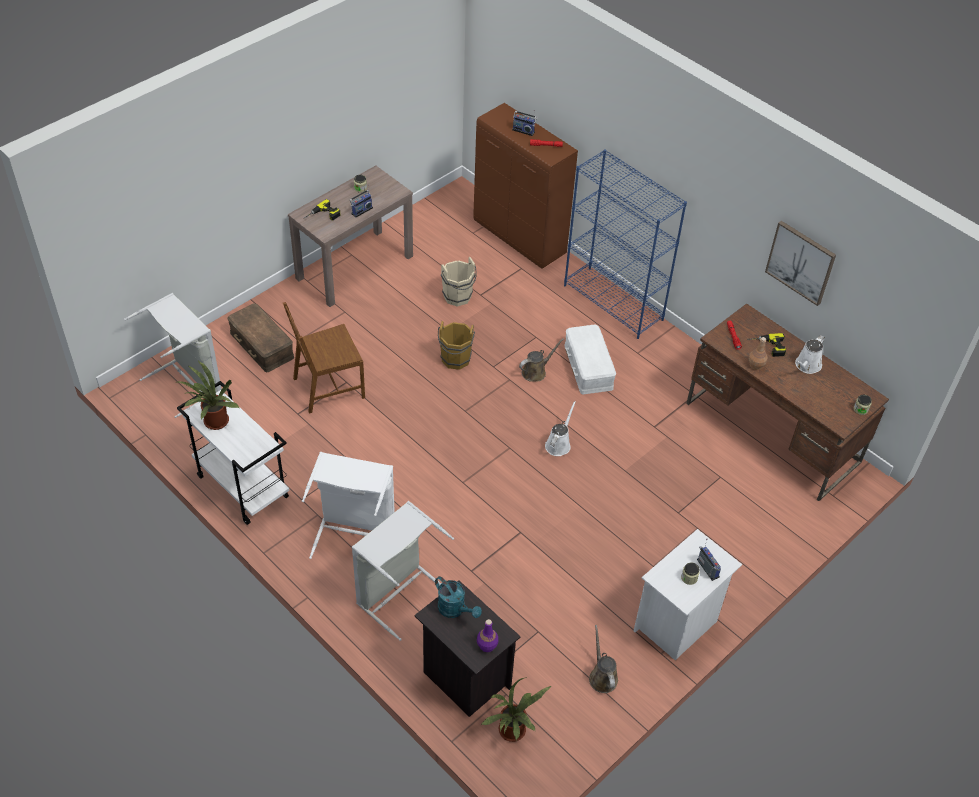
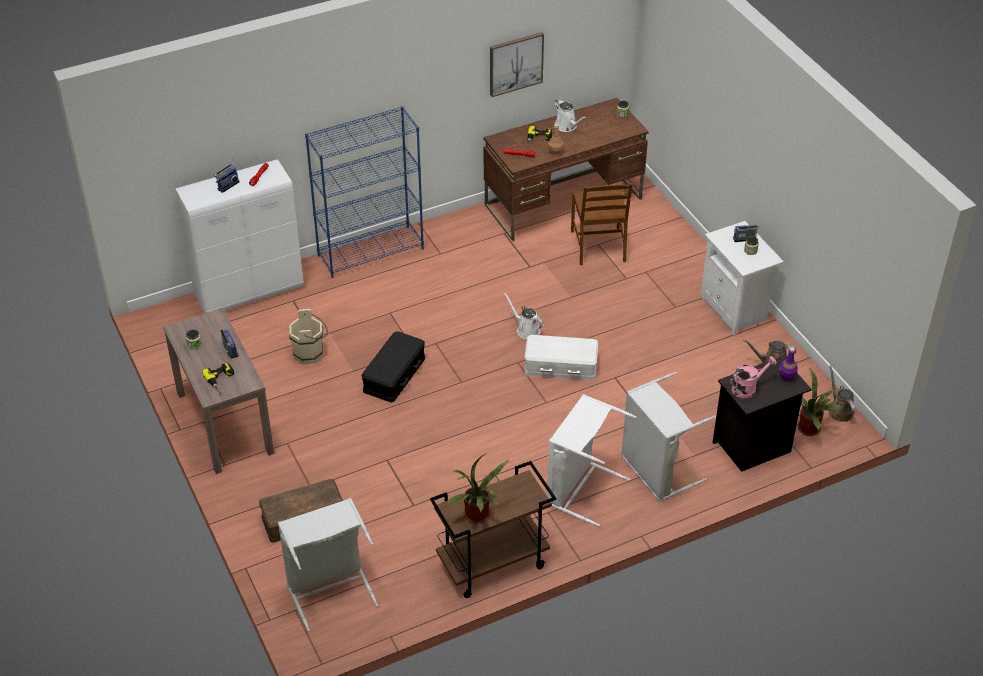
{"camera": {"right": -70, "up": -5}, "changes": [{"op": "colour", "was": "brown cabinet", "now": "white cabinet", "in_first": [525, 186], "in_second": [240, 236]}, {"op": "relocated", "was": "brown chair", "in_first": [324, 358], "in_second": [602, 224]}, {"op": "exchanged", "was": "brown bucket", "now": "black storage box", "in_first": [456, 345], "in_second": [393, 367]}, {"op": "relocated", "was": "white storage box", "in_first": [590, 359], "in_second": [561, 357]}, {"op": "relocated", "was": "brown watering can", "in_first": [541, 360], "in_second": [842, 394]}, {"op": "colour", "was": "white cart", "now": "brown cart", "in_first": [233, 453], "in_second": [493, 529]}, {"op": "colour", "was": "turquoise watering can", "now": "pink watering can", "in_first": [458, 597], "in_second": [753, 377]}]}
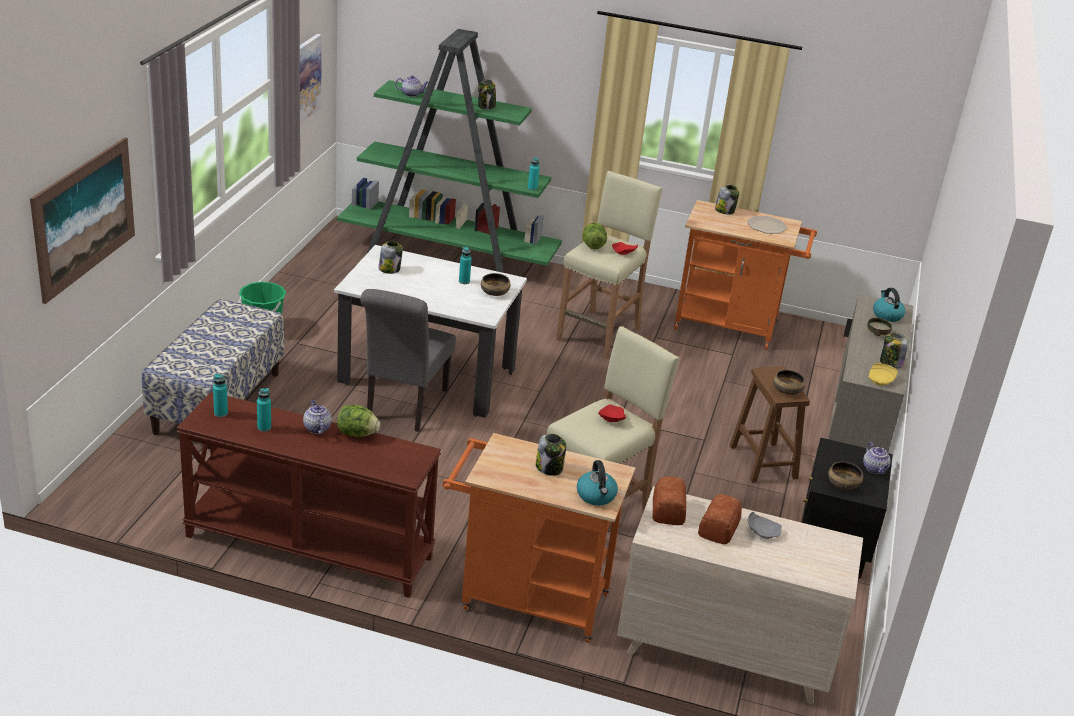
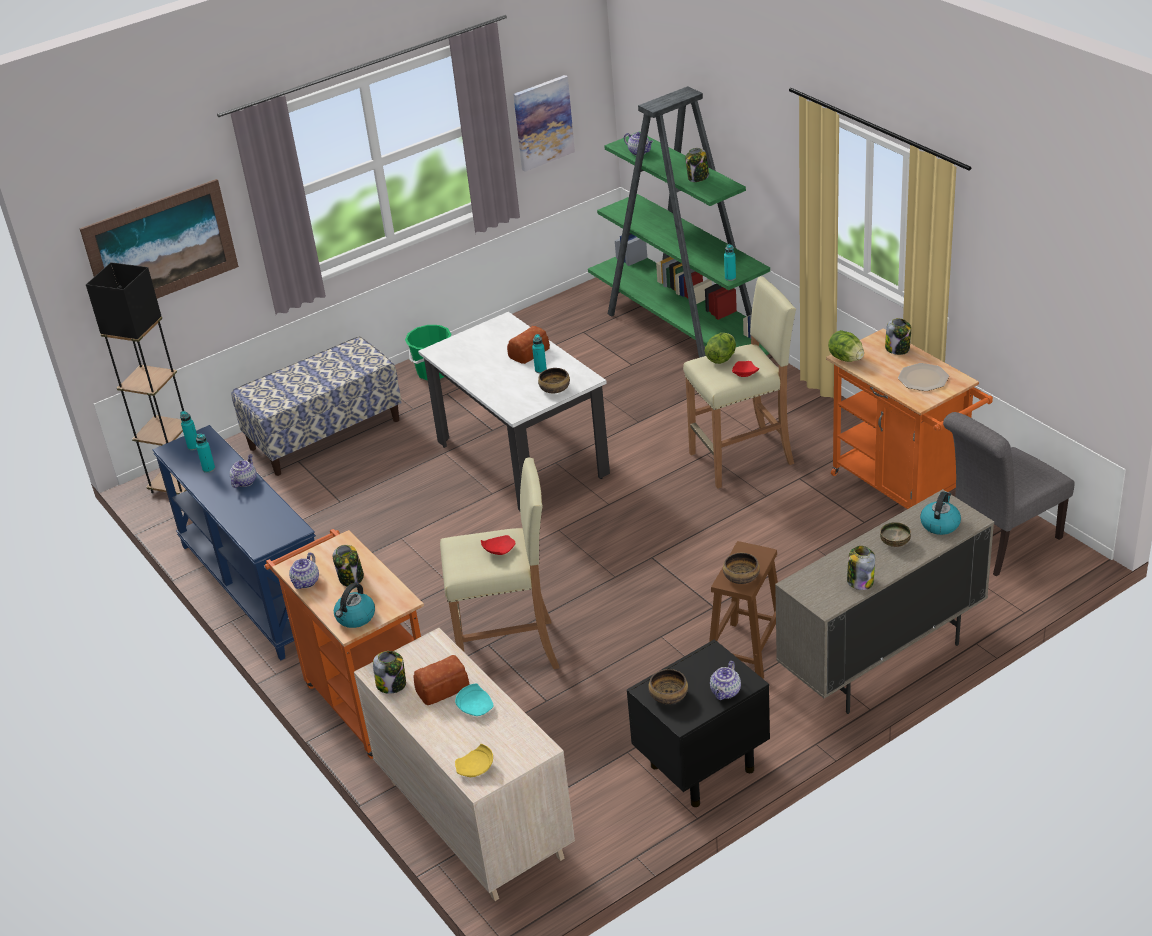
{"camera": {"right": 45, "up": 5}, "changes": [{"op": "relocated", "was": "jar", "in_first": [391, 257], "in_second": [389, 672]}, {"op": "relocated", "was": "grey chair", "in_first": [408, 360], "in_second": [1009, 494]}, {"op": "relocated", "was": "yellow plate", "in_first": [883, 374], "in_second": [474, 760]}, {"op": "colour", "was": "brown console table", "now": "blue console table", "in_first": [309, 495], "in_second": [234, 542]}, {"op": "relocated", "was": "lettuce", "in_first": [358, 421], "in_second": [846, 346]}, {"op": "relocated", "was": "bread", "in_first": [669, 500], "in_second": [528, 345]}, {"op": "colour", "was": "grey plate", "now": "turquoise plate", "in_first": [765, 525], "in_second": [474, 699]}, {"op": "appeared", "now": "black floor lamp", "in_second": [136, 378]}, {"op": "appeared", "now": "teapot", "in_second": [304, 571]}]}
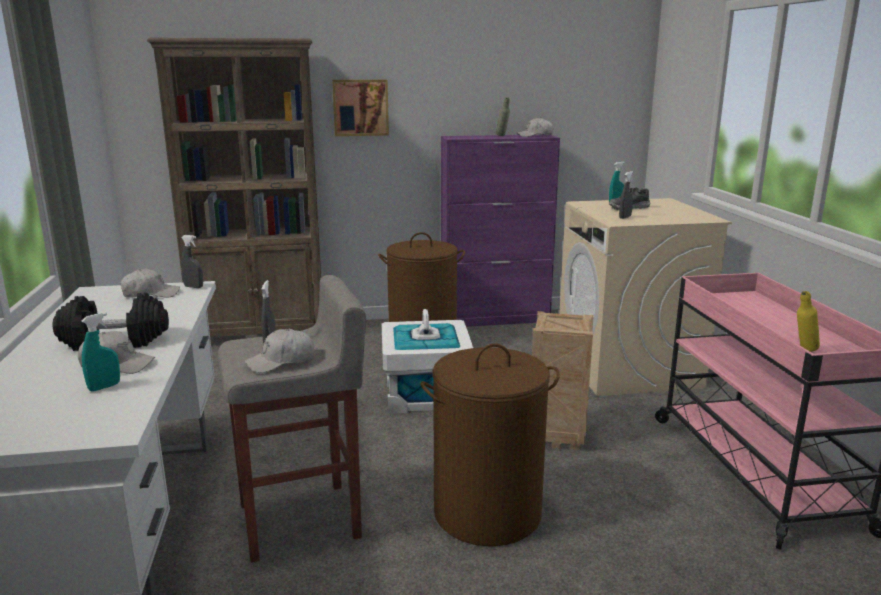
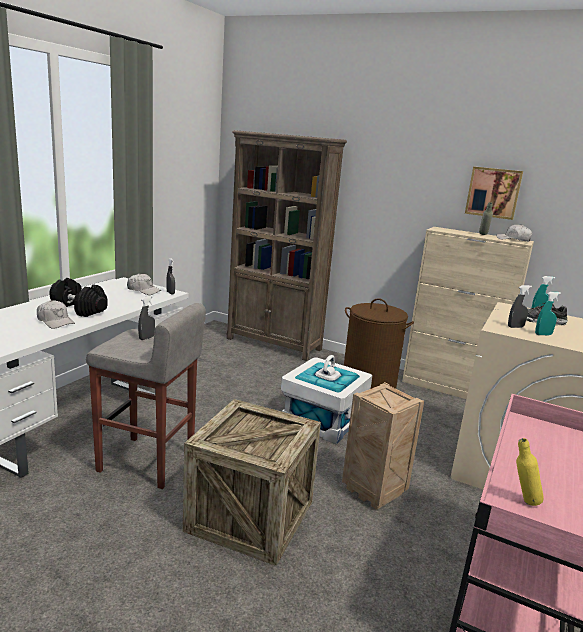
{"camera": {"right": 35, "up": 0}, "changes": [{"op": "relocated", "was": "picture", "in_first": [360, 107], "in_second": [494, 193]}, {"op": "colour", "was": "purple cabinet", "now": "beige cabinet", "in_first": [500, 230], "in_second": [468, 313]}, {"op": "relocated", "was": "turquoise spray bottle", "in_first": [101, 352], "in_second": [548, 313]}, {"op": "missing", "was": "white cap", "in_first": [279, 351]}, {"op": "exchanged", "was": "brown laundry basket", "now": "crate", "in_first": [490, 445], "in_second": [252, 482]}]}
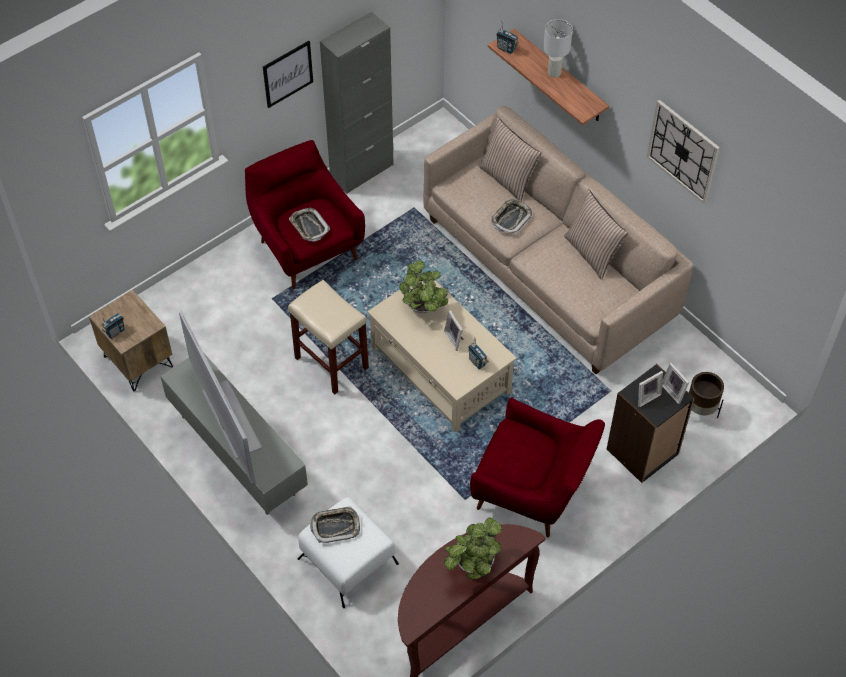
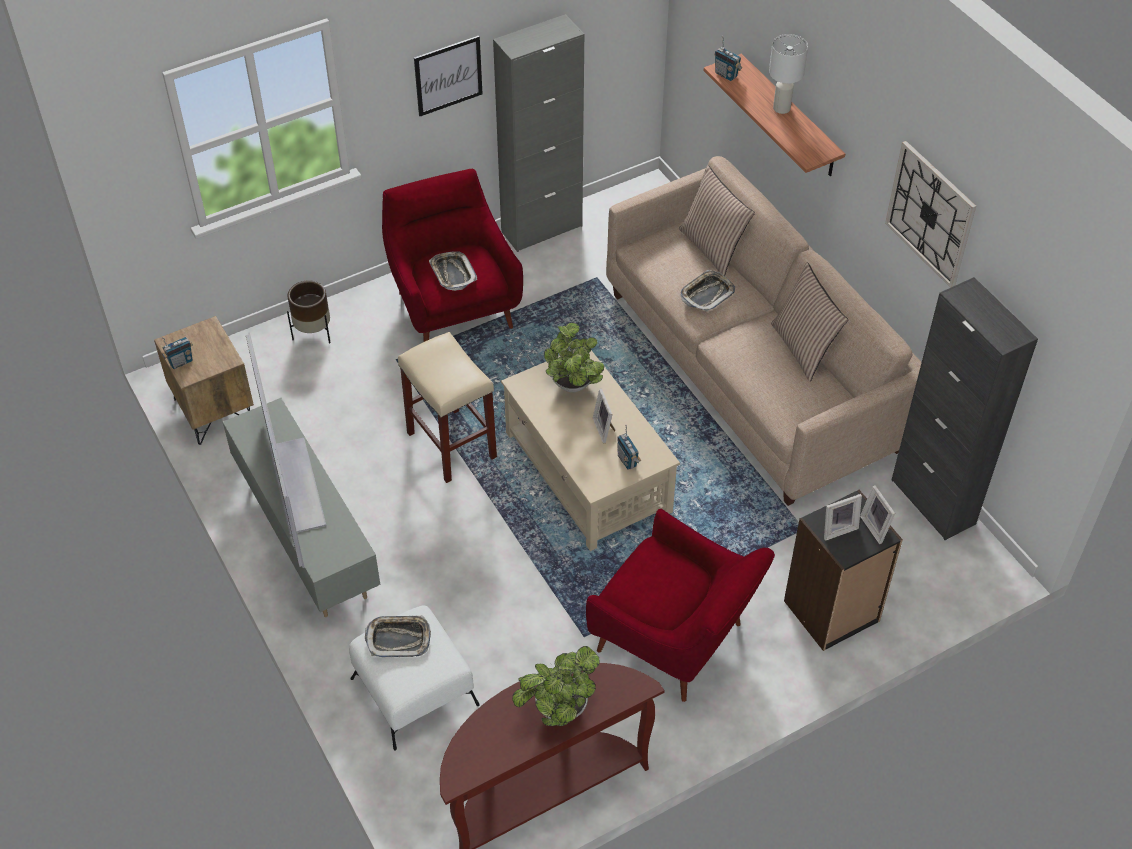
{"camera": {"right": 10, "up": -5}, "changes": [{"op": "relocated", "was": "brown planter", "in_first": [706, 395], "in_second": [309, 311]}, {"op": "appeared", "now": "black cabinet", "in_second": [965, 408]}]}
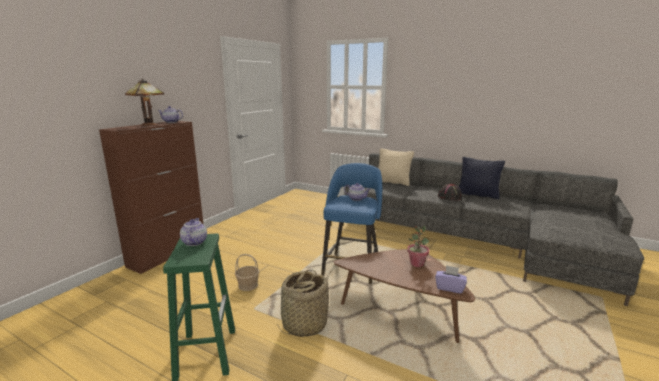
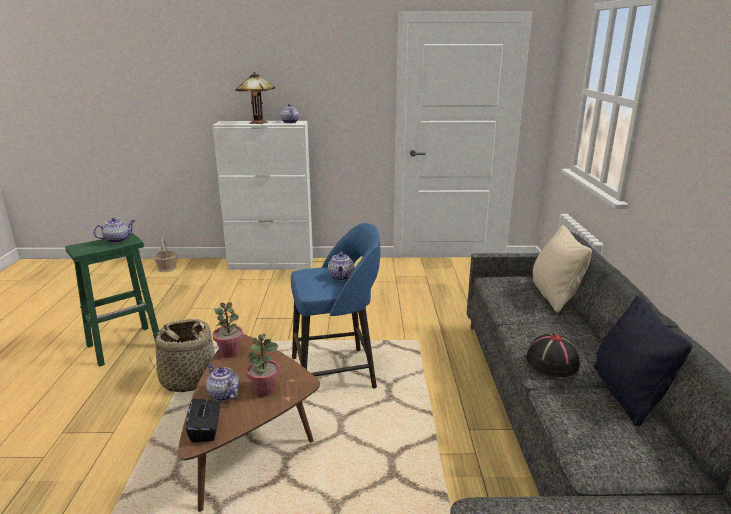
{"camera": {"right": 60, "up": 5}, "changes": [{"op": "colour", "was": "brown cabinet", "now": "white cabinet", "in_first": [151, 197], "in_second": [262, 195]}, {"op": "relocated", "was": "basket", "in_first": [247, 272], "in_second": [165, 254]}, {"op": "colour", "was": "purple tissue box", "now": "black tissue box", "in_first": [451, 279], "in_second": [203, 419]}, {"op": "appeared", "now": "potted plant", "in_second": [228, 330]}, {"op": "appeared", "now": "teapot", "in_second": [223, 382]}]}
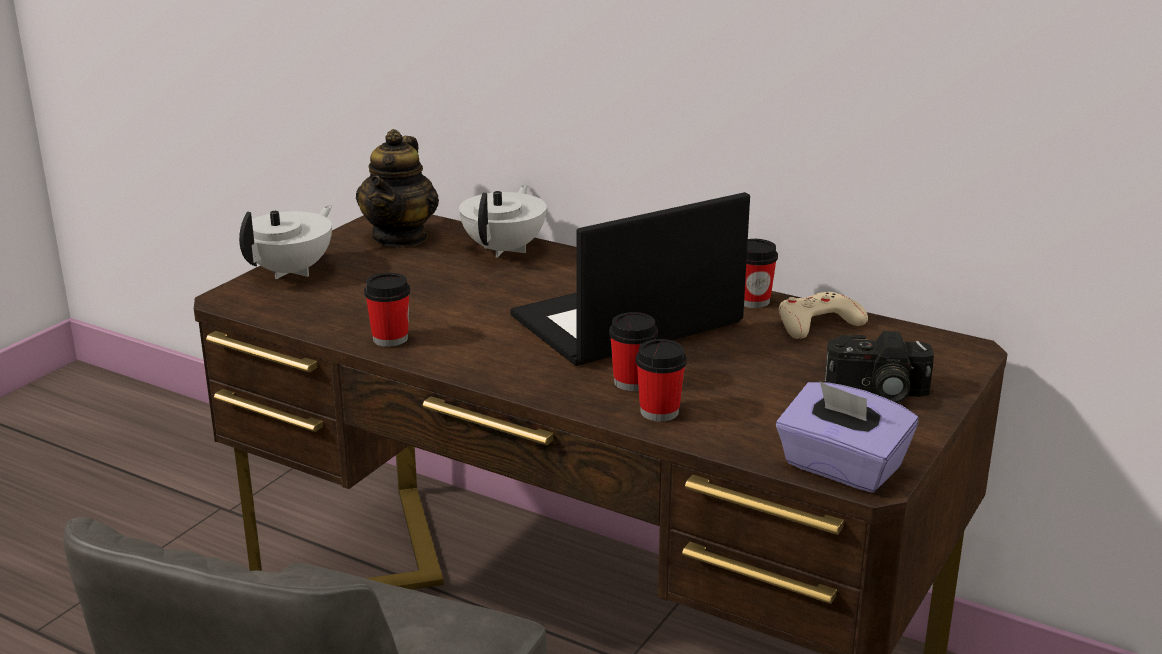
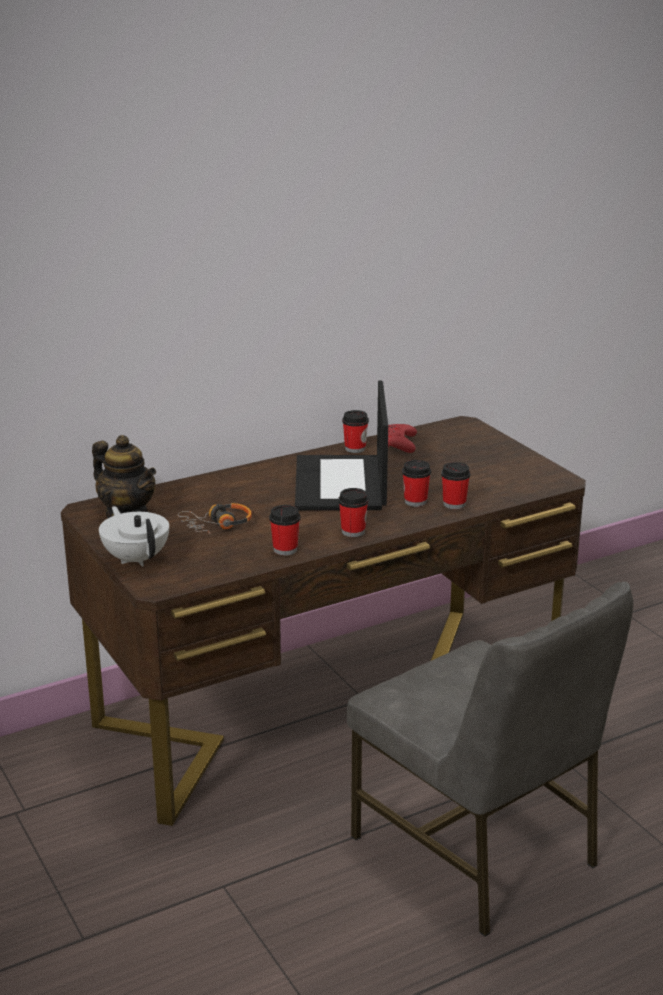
{"camera": {"right": -60, "up": 0}, "changes": [{"op": "missing", "was": "white teapot", "in_first": [503, 221]}, {"op": "colour", "was": "beige game controller", "now": "red game controller", "in_first": [823, 315], "in_second": [402, 438]}, {"op": "missing", "was": "photo camera", "in_first": [879, 367]}, {"op": "missing", "was": "purple tissue box", "in_first": [847, 437]}, {"op": "appeared", "now": "cup", "in_second": [353, 512]}, {"op": "appeared", "now": "headphones", "in_second": [215, 518]}]}
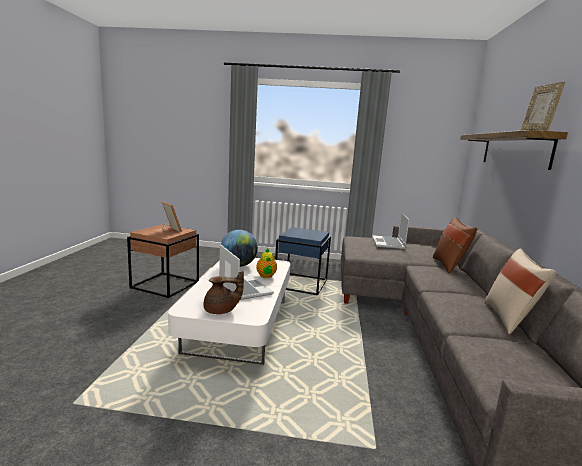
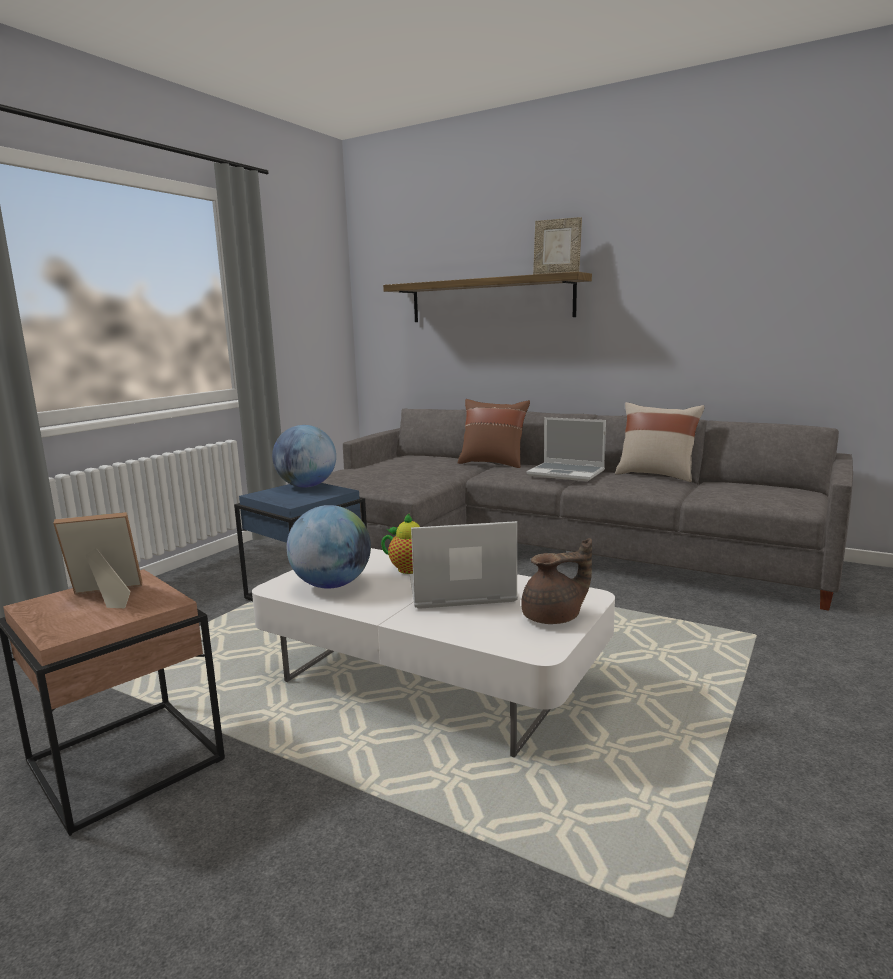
{"camera": {"right": -65, "up": 0}, "changes": [{"op": "relocated", "was": "laptop", "in_first": [390, 230], "in_second": [566, 449]}, {"op": "spun", "was": "brown teapot", "in_first": [224, 292], "in_second": [556, 581], "clockwise": 60}, {"op": "appeared", "now": "globe", "in_second": [304, 456]}]}
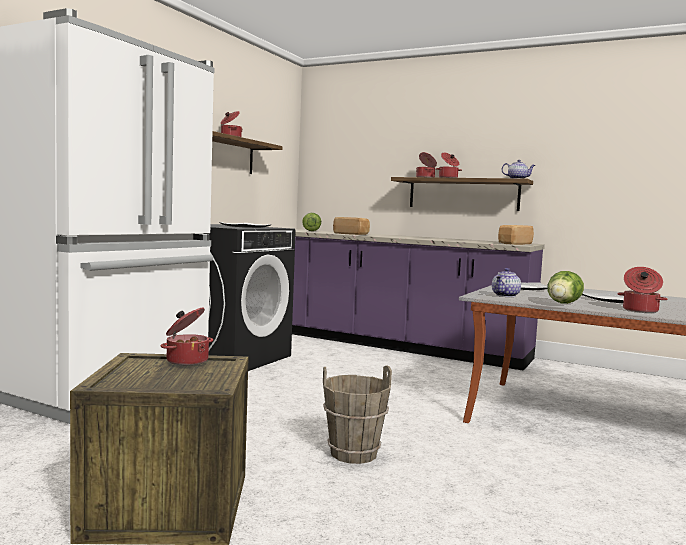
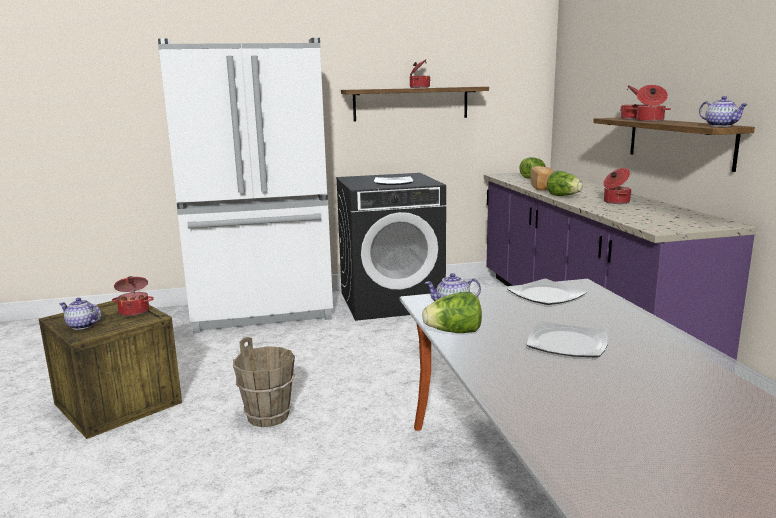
{"camera": {"right": 50, "up": 10}, "changes": [{"op": "missing", "was": "bread", "in_first": [516, 235]}, {"op": "relocated", "was": "cooking pot", "in_first": [642, 290], "in_second": [617, 186]}, {"op": "appeared", "now": "lettuce", "in_second": [565, 183]}, {"op": "appeared", "now": "teapot", "in_second": [80, 314]}]}
